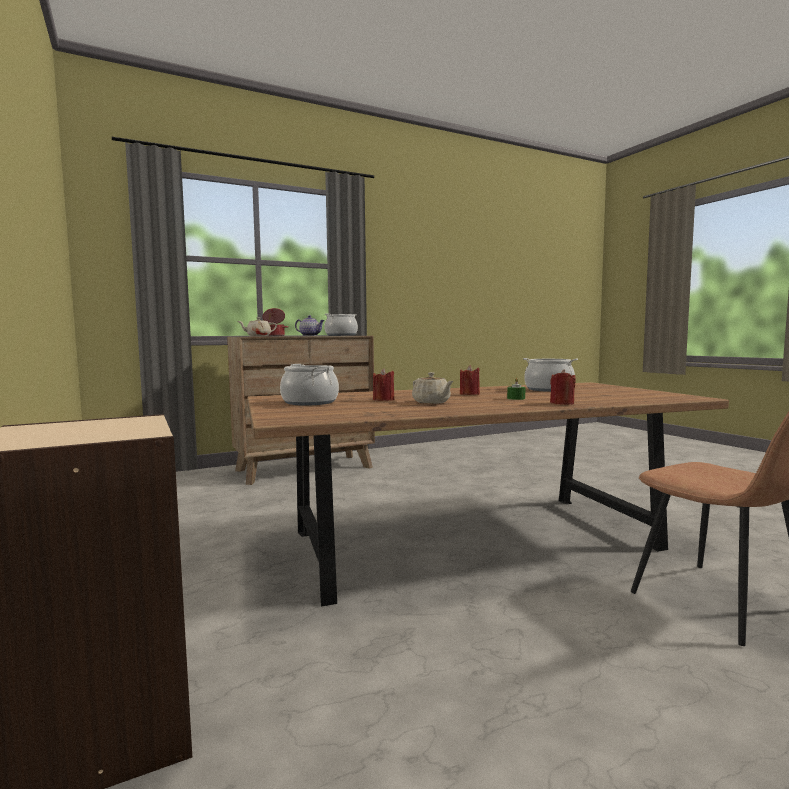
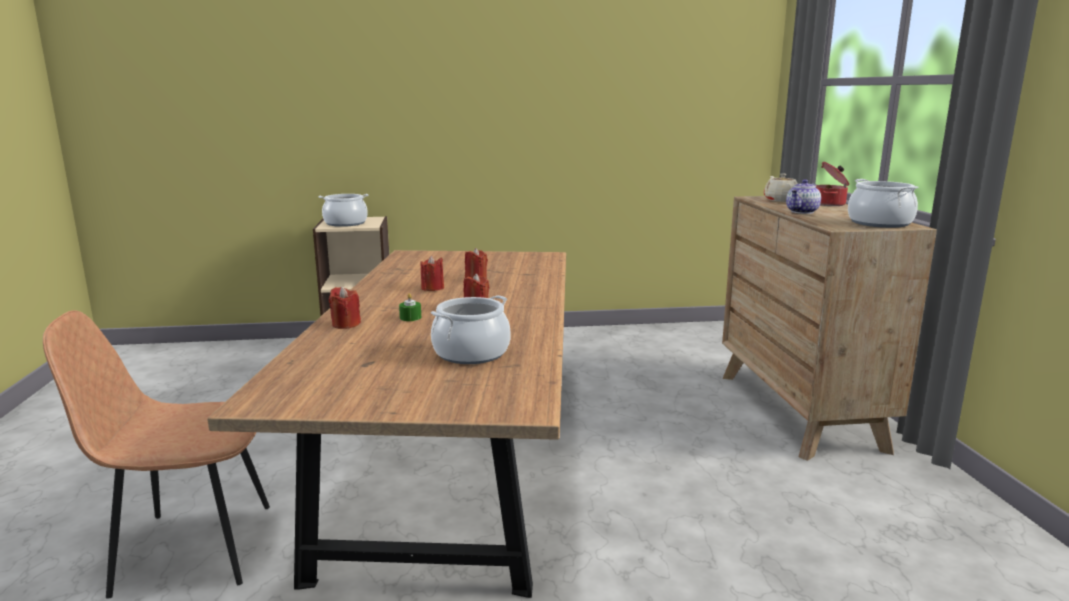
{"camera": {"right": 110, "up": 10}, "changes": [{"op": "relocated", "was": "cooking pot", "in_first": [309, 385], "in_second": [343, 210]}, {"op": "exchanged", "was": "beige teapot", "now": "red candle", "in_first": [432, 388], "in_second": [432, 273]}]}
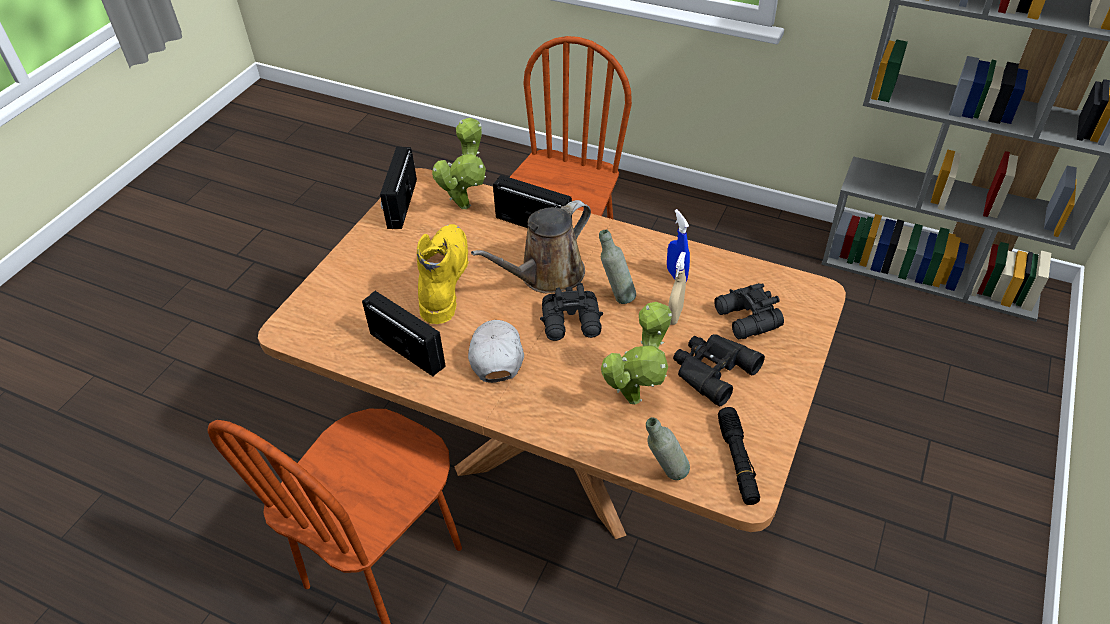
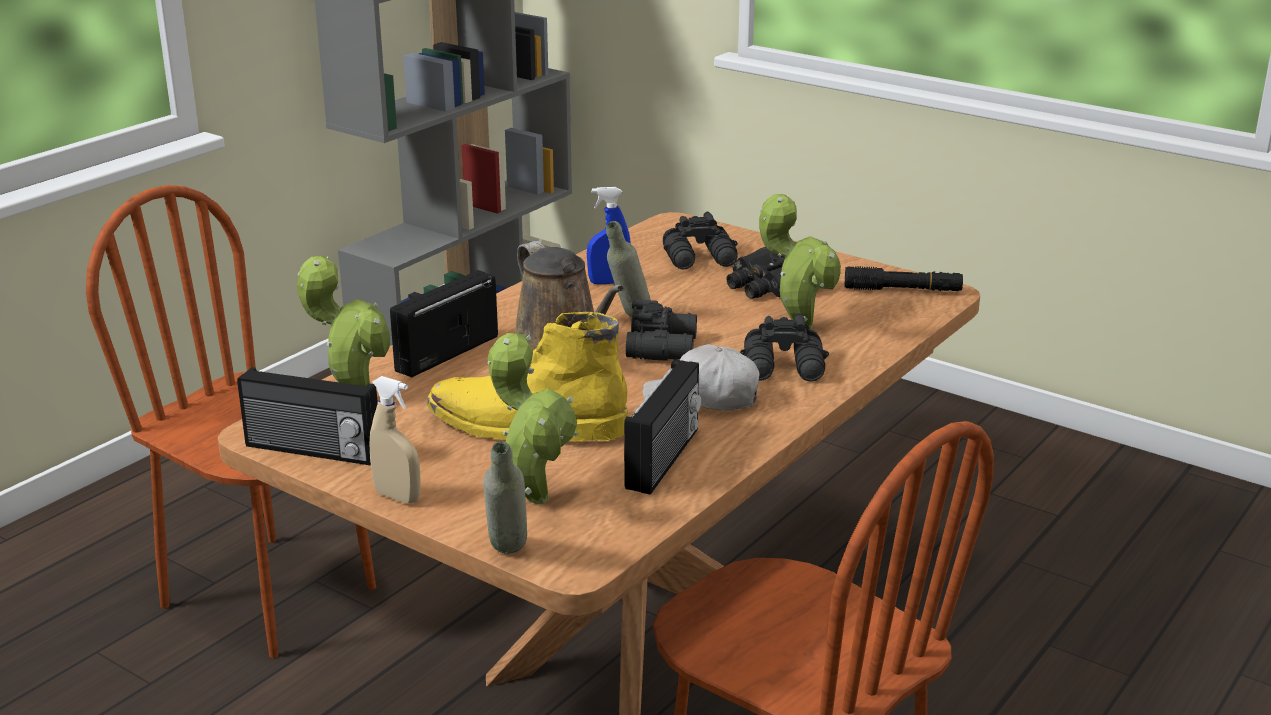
{"camera": {"right": -80, "up": -20}, "changes": [{"op": "relocated", "was": "beige spray bottle", "in_first": [677, 288], "in_second": [394, 439]}, {"op": "spun", "was": "radio", "in_first": [404, 333], "in_second": [662, 427], "clockwise": 150}, {"op": "relocated", "was": "grey bottle", "in_first": [668, 448], "in_second": [505, 497]}, {"op": "appeared", "now": "black binoculars", "in_second": [784, 347]}, {"op": "appeared", "now": "potted plant", "in_second": [532, 418]}]}
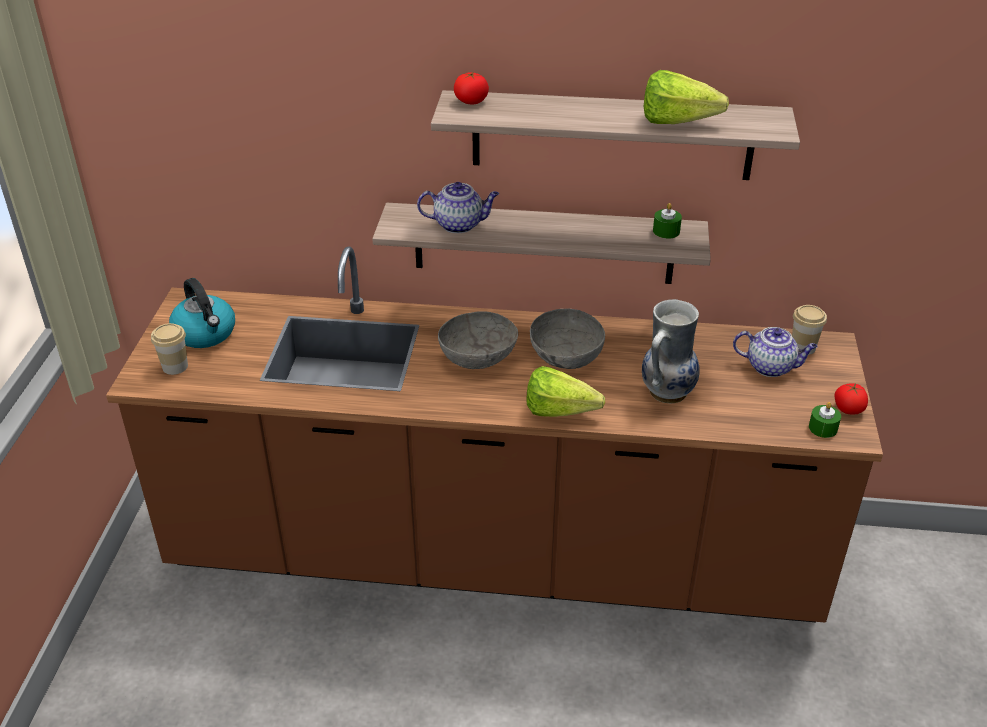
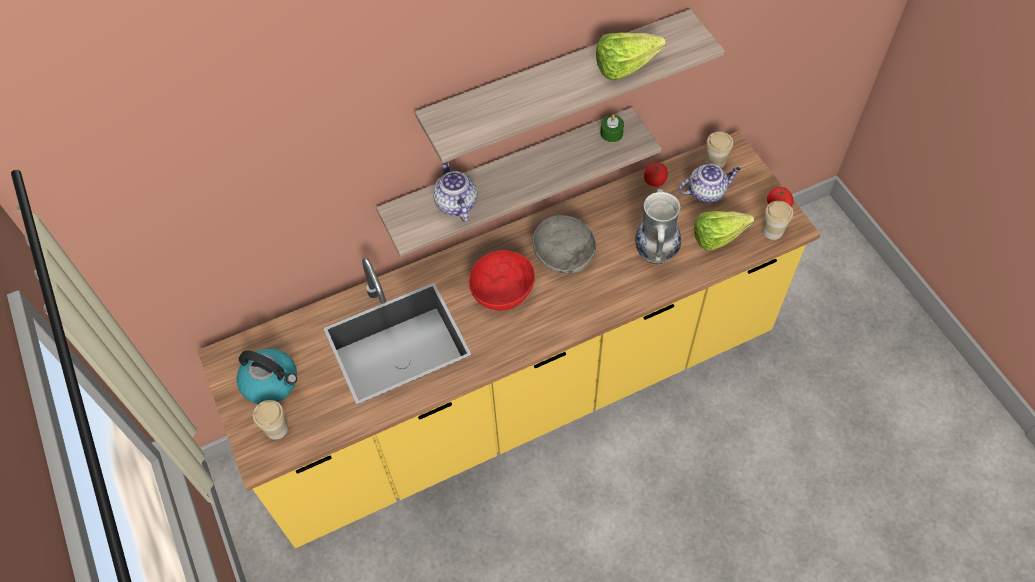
{"camera": {"right": -30, "up": 20}, "changes": [{"op": "relocated", "was": "tomato", "in_first": [471, 88], "in_second": [656, 174]}, {"op": "spun", "was": "teapot", "in_first": [458, 207], "in_second": [455, 192], "clockwise": -75}, {"op": "colour", "was": "brown counter", "now": "yellow counter", "in_first": [494, 434], "in_second": [509, 339]}, {"op": "colour", "was": "grey bowl", "now": "red bowl", "in_first": [478, 340], "in_second": [502, 280]}, {"op": "relocated", "was": "lettuce", "in_first": [565, 391], "in_second": [724, 230]}, {"op": "exchanged", "was": "green candle", "now": "cup", "in_first": [825, 420], "in_second": [778, 220]}]}
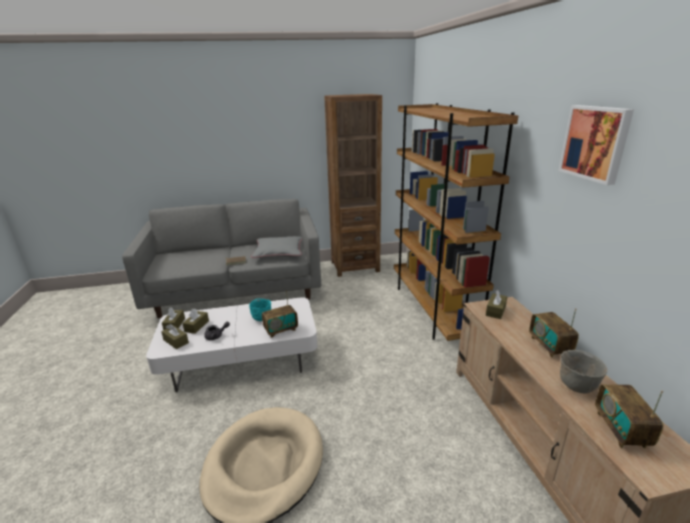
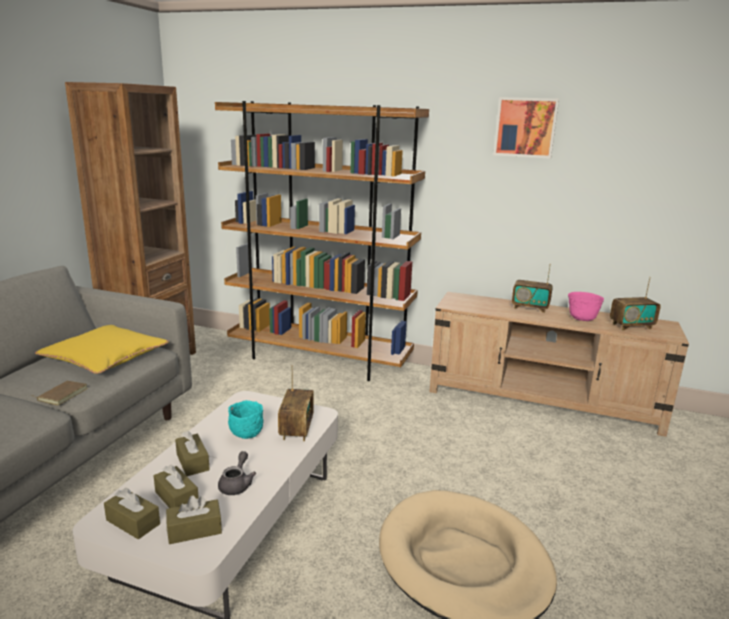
{"camera": {"right": -60, "up": -5}, "changes": [{"op": "colour", "was": "grey pillow", "now": "yellow pillow", "in_first": [276, 247], "in_second": [102, 349]}, {"op": "relocated", "was": "brown tissue box", "in_first": [496, 304], "in_second": [192, 453]}, {"op": "colour", "was": "grey bowl", "now": "pink bowl", "in_first": [583, 372], "in_second": [586, 306]}, {"op": "spun", "was": "radio", "in_first": [629, 416], "in_second": [635, 303], "clockwise": -45}]}
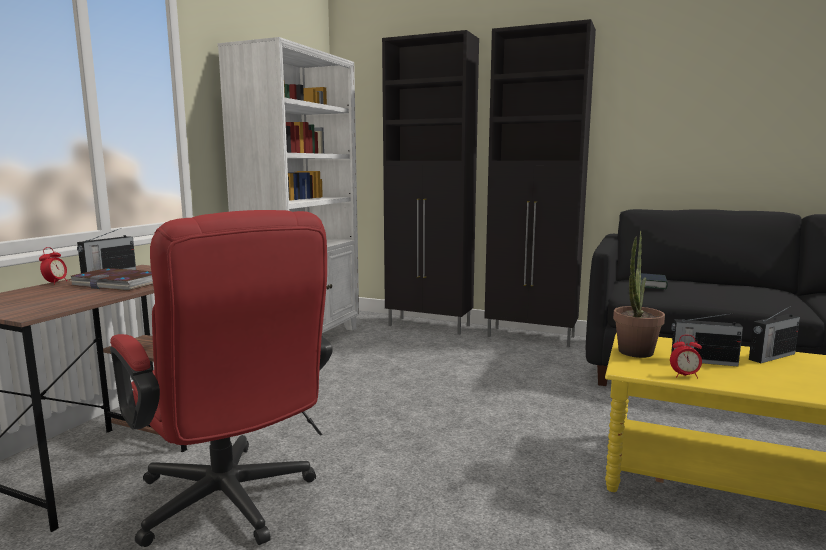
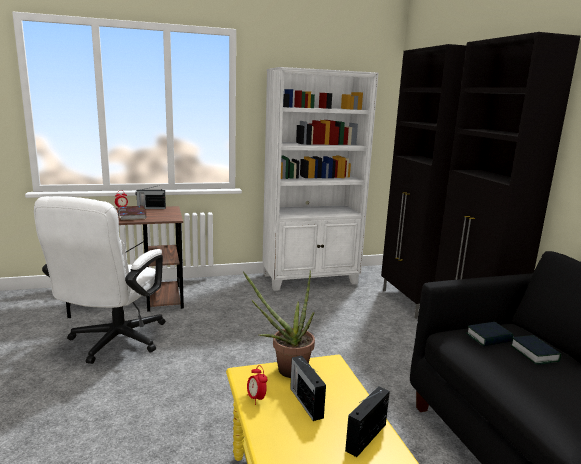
{"camera": {"right": 50, "up": 5}, "changes": [{"op": "colour", "was": "red office chair", "now": "white office chair", "in_first": [221, 378], "in_second": [100, 280]}, {"op": "spun", "was": "radio", "in_first": [774, 335], "in_second": [367, 421], "clockwise": 105}, {"op": "appeared", "now": "book", "in_second": [536, 350]}]}
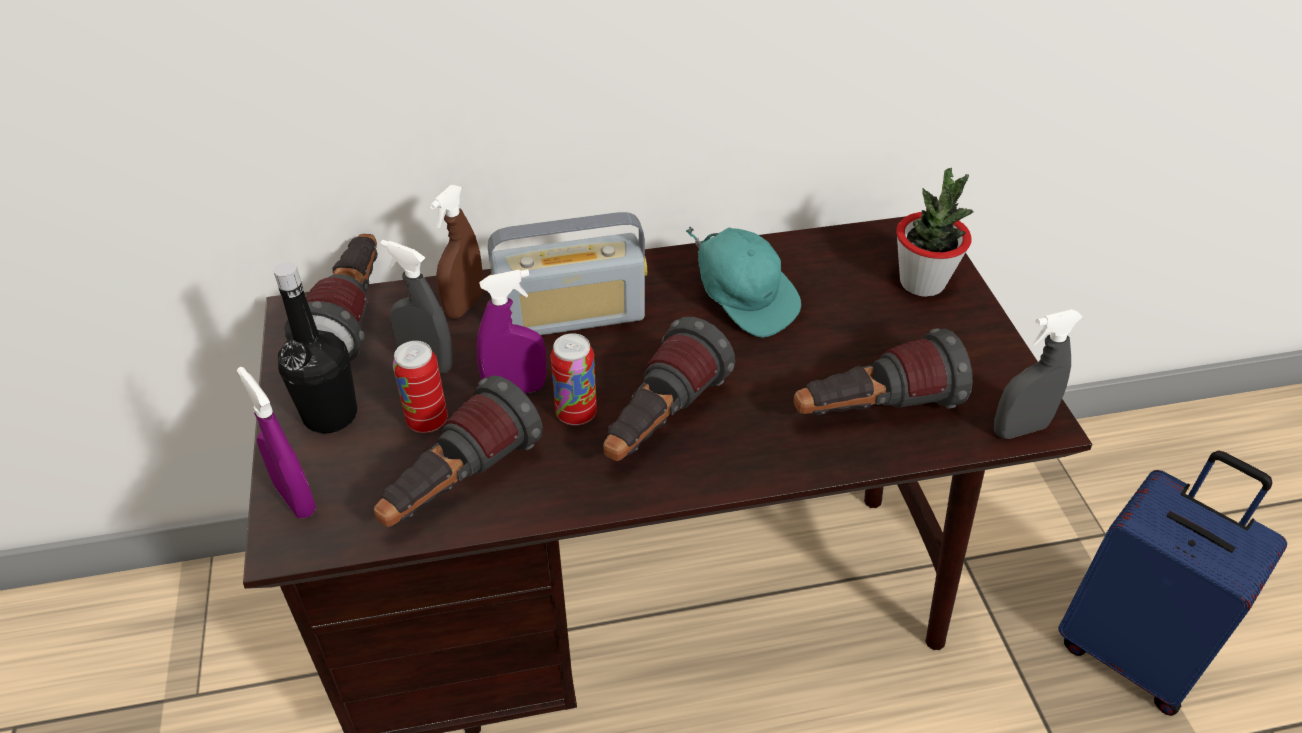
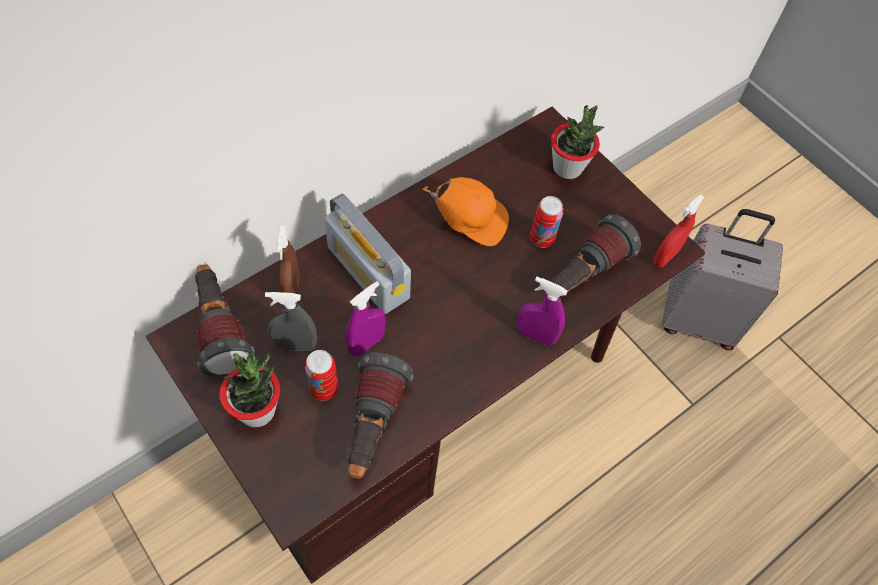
{"camera": {"right": -30, "up": 15}, "changes": [{"op": "spun", "was": "radio", "in_first": [567, 273], "in_second": [367, 254], "clockwise": 90}, {"op": "colour", "was": "turquoise cap", "now": "orange cap", "in_first": [743, 282], "in_second": [466, 211]}, {"op": "exchanged", "was": "black bottle", "now": "potted plant", "in_first": [315, 348], "in_second": [249, 389]}, {"op": "colour", "was": "grey spray bottle", "now": "red spray bottle", "in_first": [1038, 374], "in_second": [679, 231]}, {"op": "missing", "was": "flashlight", "in_first": [669, 389]}, {"op": "relocated", "was": "can", "in_first": [574, 379], "in_second": [546, 222]}, {"op": "relocated", "was": "purple spray bottle", "in_first": [276, 442], "in_second": [542, 311]}, {"op": "colour", "was": "blue suitcase", "now": "grey suitcase", "in_first": [1172, 583], "in_second": [722, 279]}]}
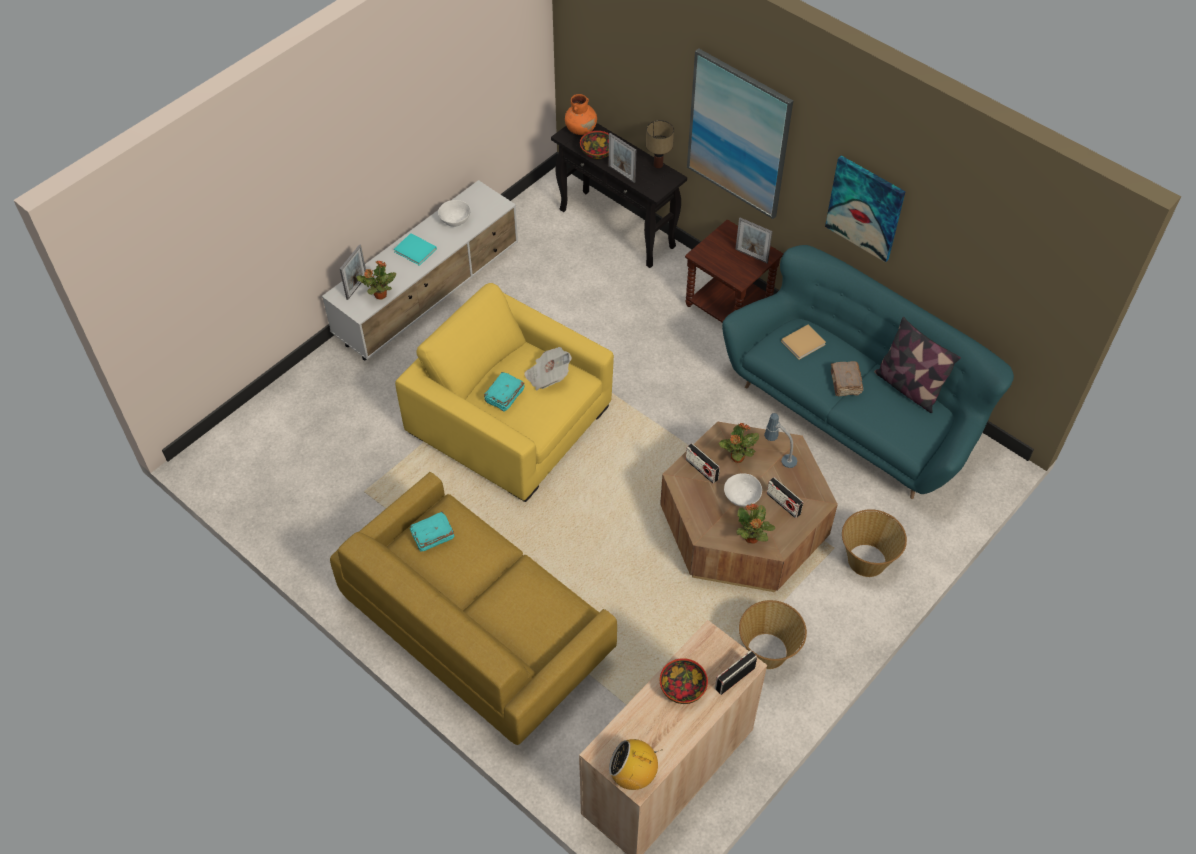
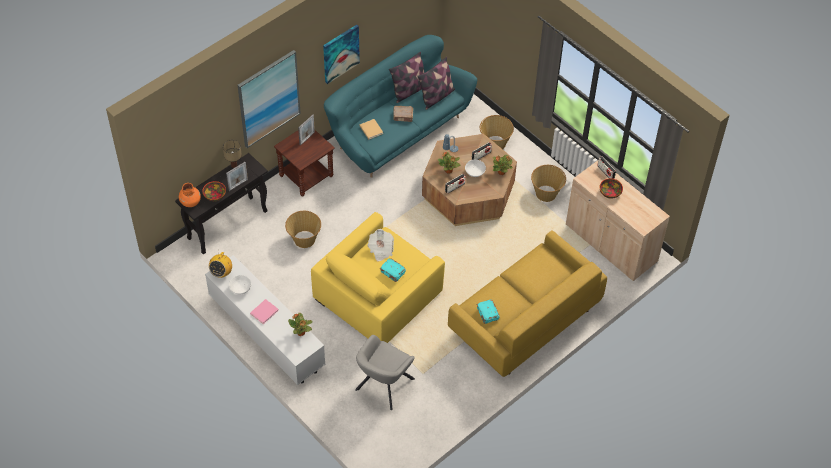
{"camera": {"right": -85, "up": 0}, "changes": [{"op": "colour", "was": "turquoise book", "now": "pink book", "in_first": [415, 249], "in_second": [264, 311]}, {"op": "missing", "was": "picture frame", "in_first": [353, 272]}, {"op": "relocated", "was": "radio", "in_first": [636, 764], "in_second": [220, 264]}, {"op": "appeared", "now": "pillow", "in_second": [436, 83]}, {"op": "appeared", "now": "basket", "in_second": [303, 229]}, {"op": "appeared", "now": "grey armchair", "in_second": [385, 372]}]}
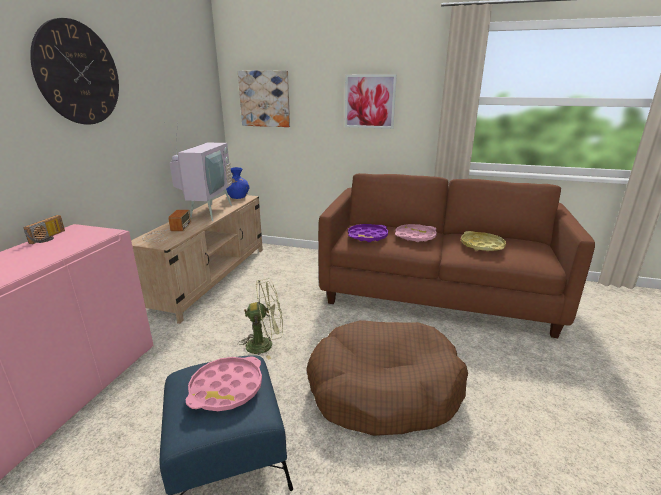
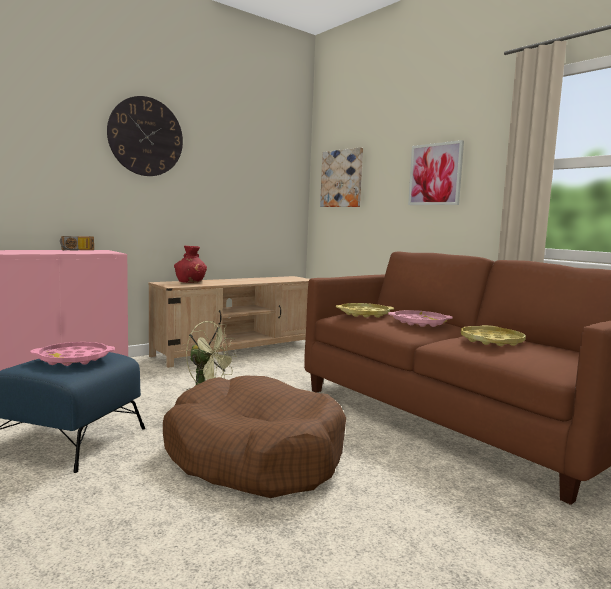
{"camera": {"right": 35, "up": -15}, "changes": [{"op": "missing", "was": "television", "in_first": [198, 171]}, {"op": "missing", "was": "blue vase", "in_first": [237, 183]}, {"op": "exchanged", "was": "radio", "now": "red vase", "in_first": [167, 226], "in_second": [190, 264]}, {"op": "colour", "was": "purple tray", "now": "yellow tray", "in_first": [368, 233], "in_second": [365, 310]}]}
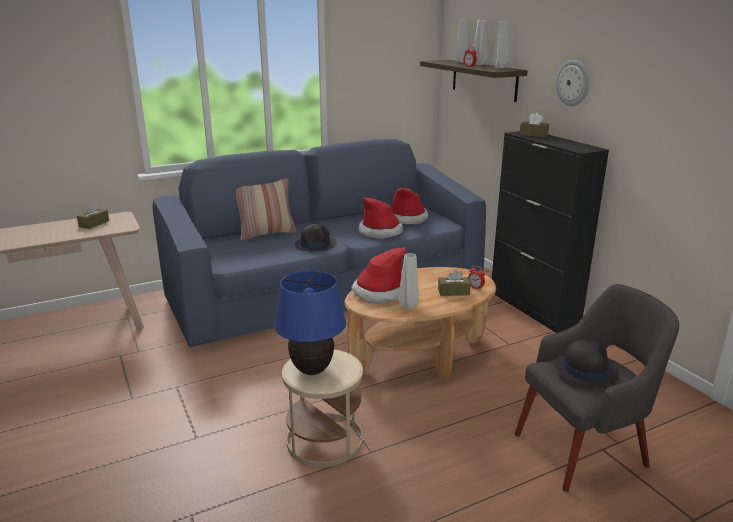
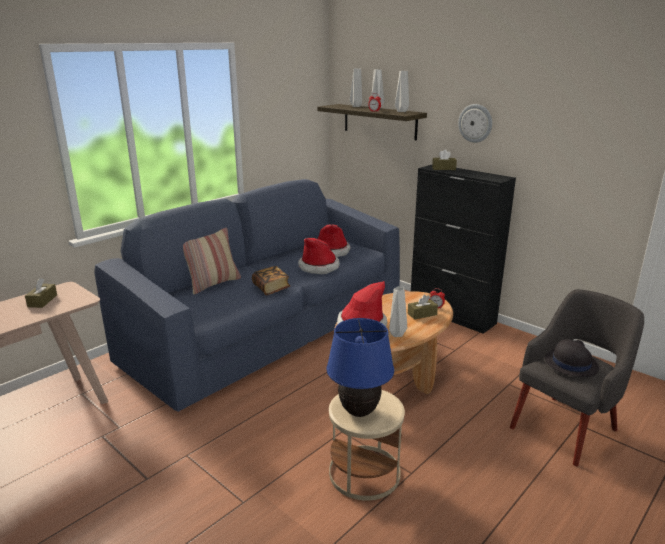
{"camera": {"right": -20, "up": 0}, "changes": [{"op": "exchanged", "was": "black hat", "now": "book", "in_first": [316, 238], "in_second": [271, 280]}]}
